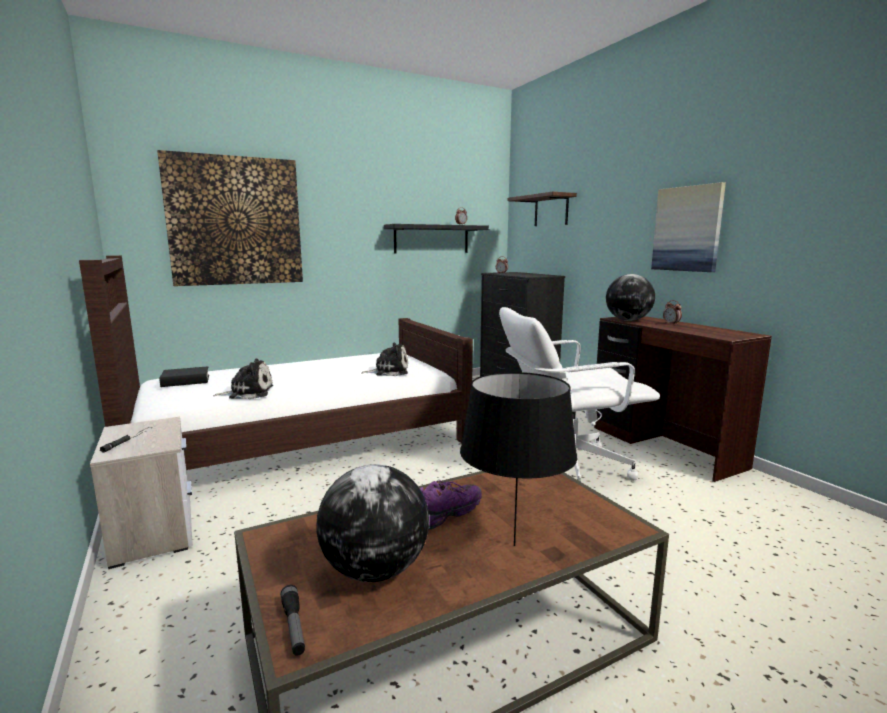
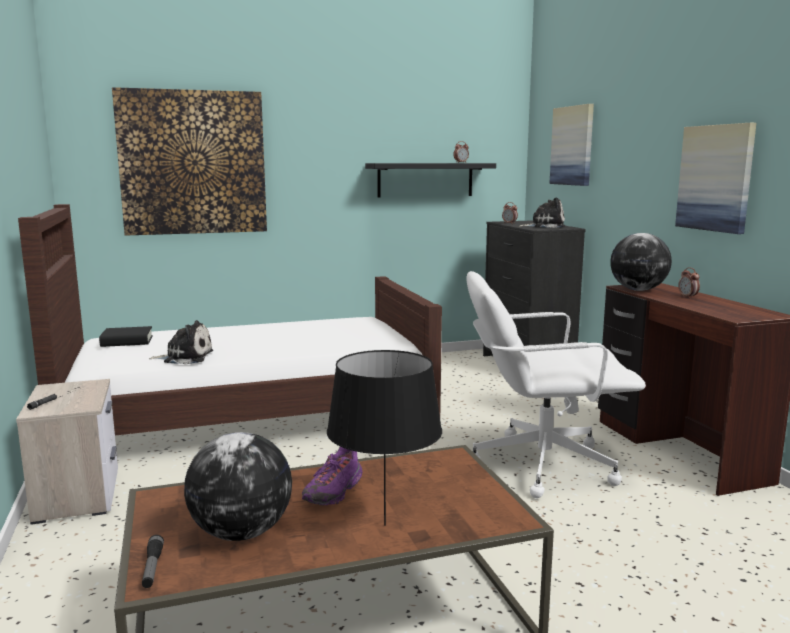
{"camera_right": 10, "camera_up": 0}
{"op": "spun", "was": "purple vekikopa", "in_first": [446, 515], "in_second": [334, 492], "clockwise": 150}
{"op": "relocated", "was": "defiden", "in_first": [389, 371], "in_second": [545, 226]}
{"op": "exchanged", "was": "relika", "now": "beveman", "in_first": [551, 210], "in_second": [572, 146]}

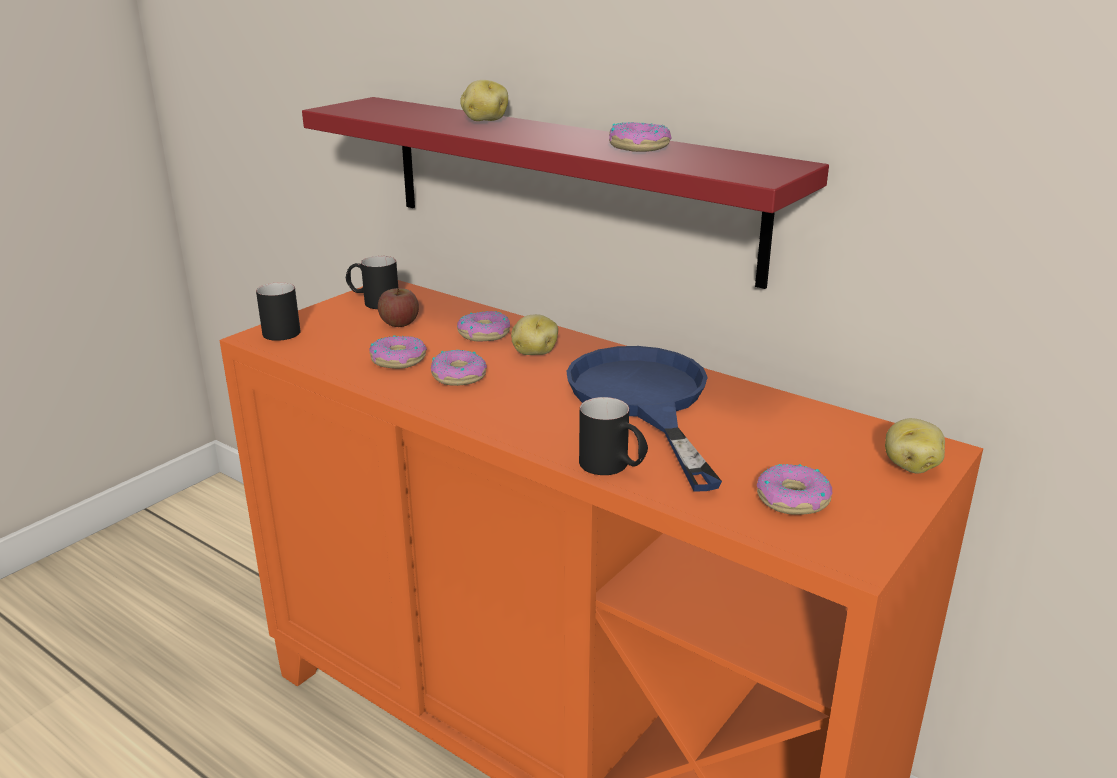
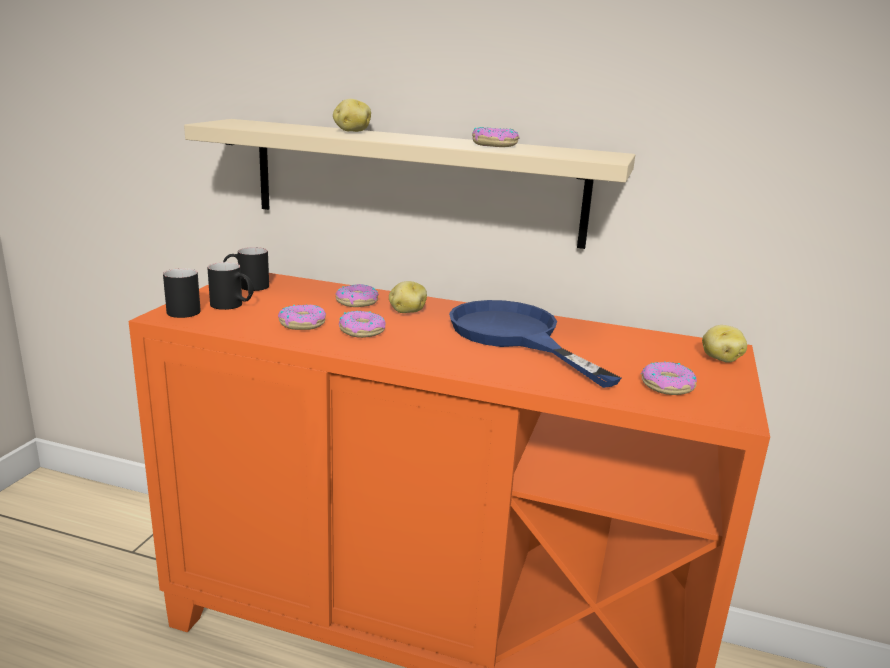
{"camera_right": -20, "camera_up": -5}
{"op": "colour", "was": "red relika", "now": "beige relika", "in_first": [566, 185], "in_second": [415, 182]}
{"op": "relocated", "was": "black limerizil", "in_first": [613, 468], "in_second": [233, 306]}
{"op": "missing", "was": "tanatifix", "in_first": [399, 323]}

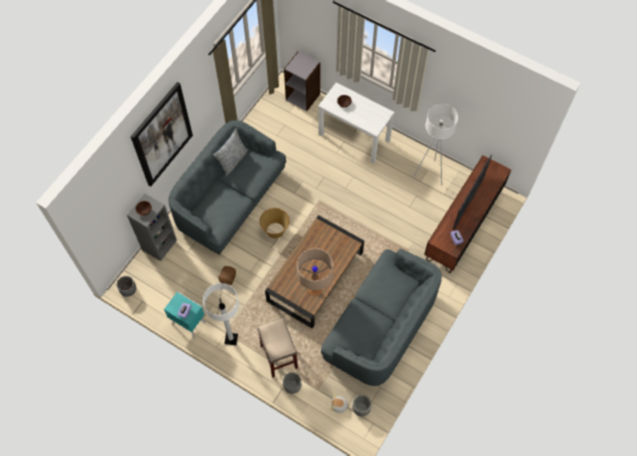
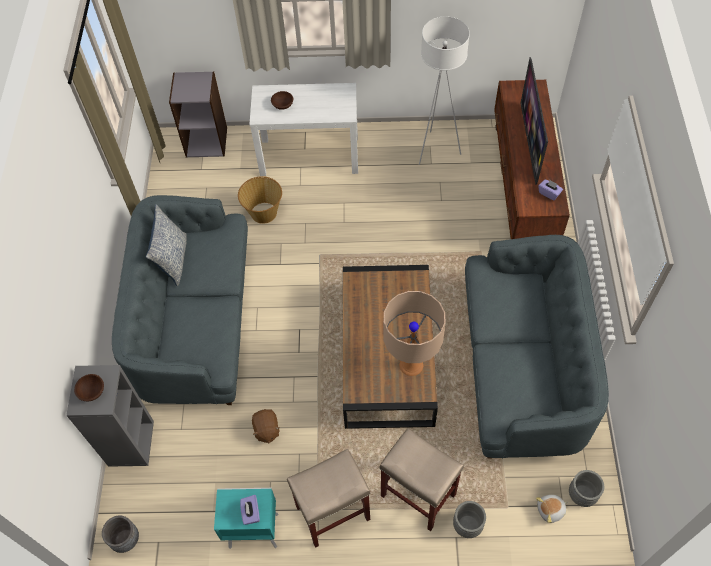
{"camera_right": -30, "camera_up": -5}
{"op": "relocated", "was": "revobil", "in_first": [275, 230], "in_second": [263, 212]}
{"op": "exchanged", "was": "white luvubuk", "now": "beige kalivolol", "in_first": [231, 339], "in_second": [332, 513]}
{"op": "missing", "was": "beveman", "in_first": [162, 135]}

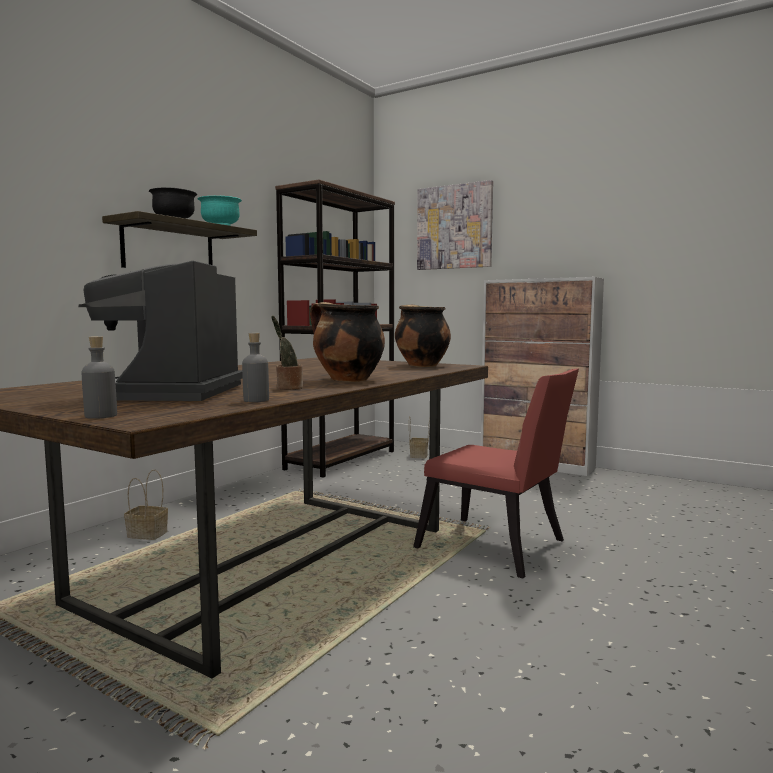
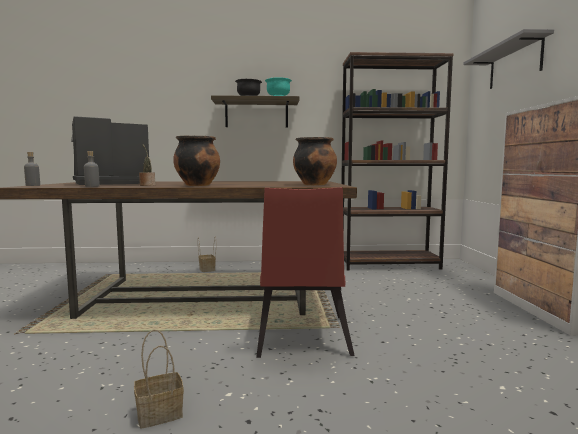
{"camera_right": 55, "camera_up": 0}
{"op": "relocated", "was": "revobil", "in_first": [419, 456], "in_second": [158, 415]}
{"op": "exchanged", "was": "beveman", "now": "grey relika", "in_first": [454, 227], "in_second": [515, 64]}

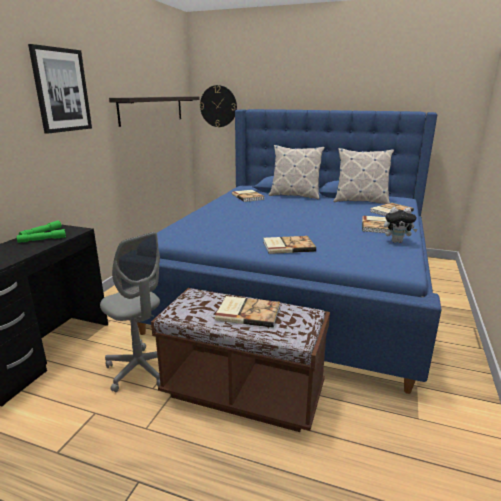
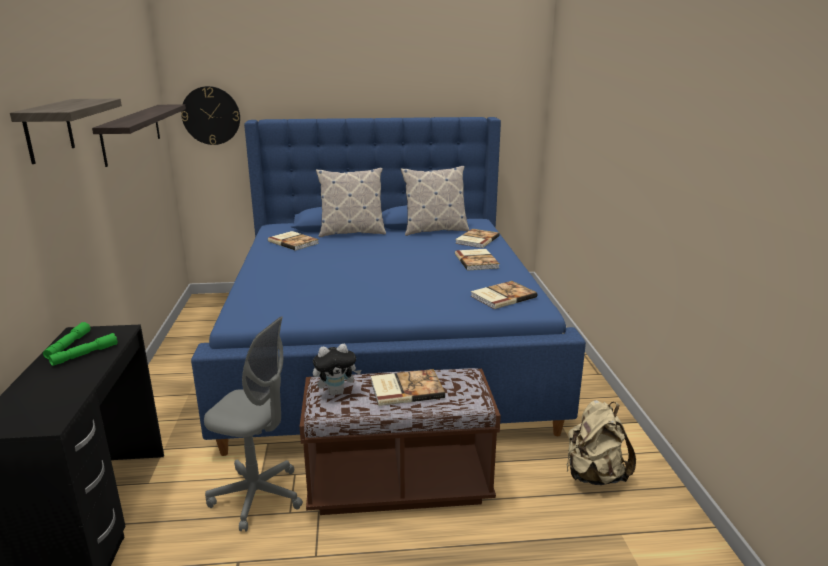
{"camera_right": -25, "camera_up": 0}
{"op": "exchanged", "was": "beveman", "now": "relika", "in_first": [61, 90], "in_second": [48, 130]}
{"op": "relocated", "was": "defiden", "in_first": [397, 241], "in_second": [336, 392]}
{"op": "relocated", "was": "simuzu", "in_first": [288, 246], "in_second": [502, 296]}
{"op": "appeared", "now": "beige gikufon", "in_second": [594, 475]}

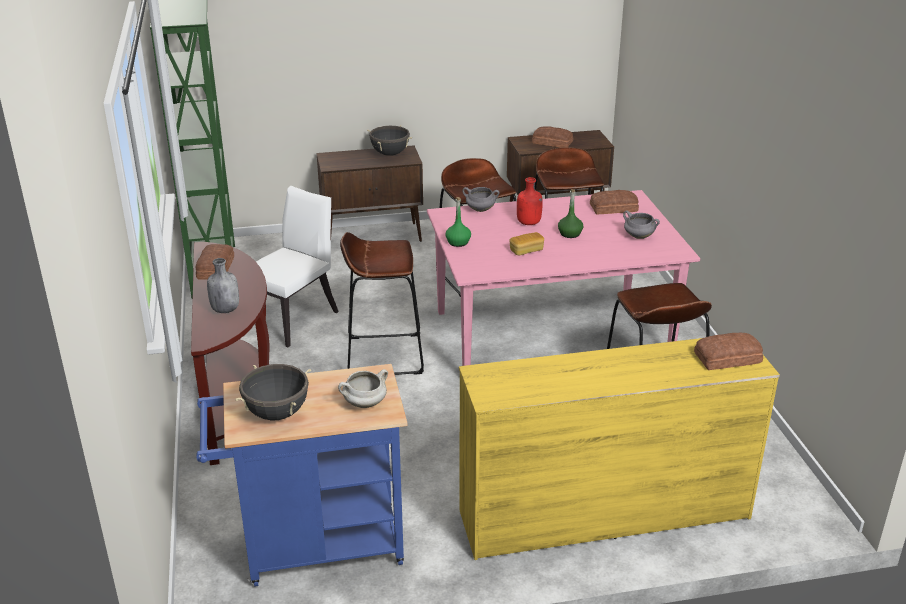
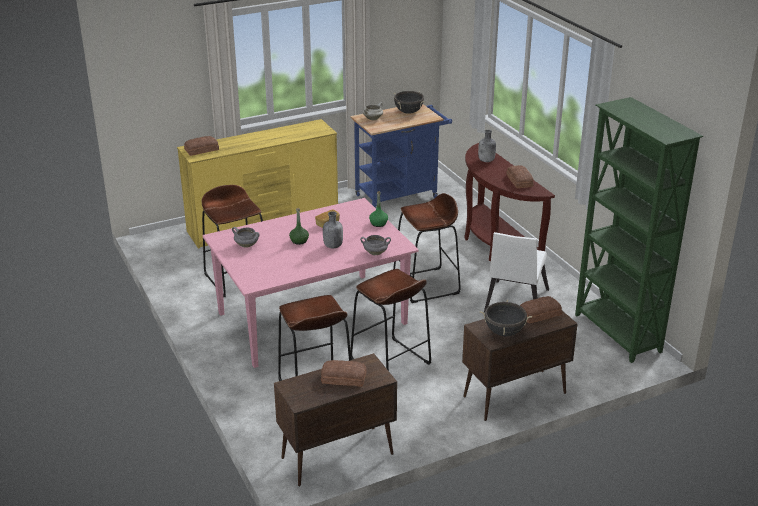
{"camera_right": 165, "camera_up": 0}
{"op": "colour", "was": "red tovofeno", "now": "grey tovofeno", "in_first": [529, 223], "in_second": [332, 246]}
{"op": "relocated", "was": "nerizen", "in_first": [614, 208], "in_second": [539, 314]}

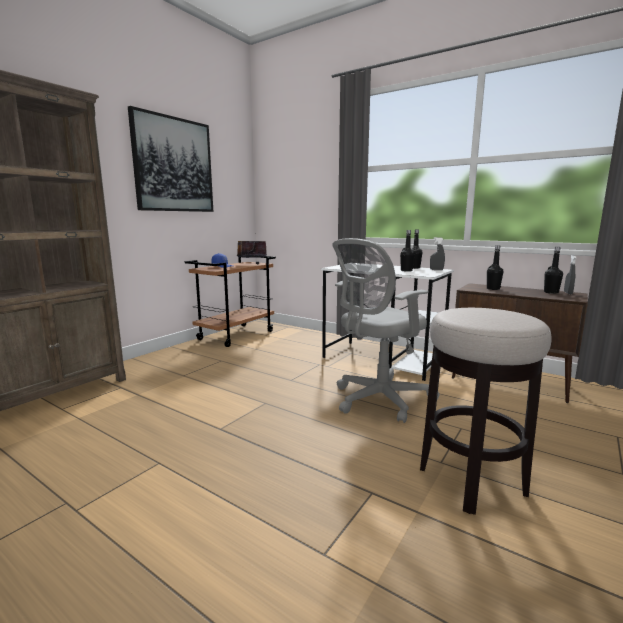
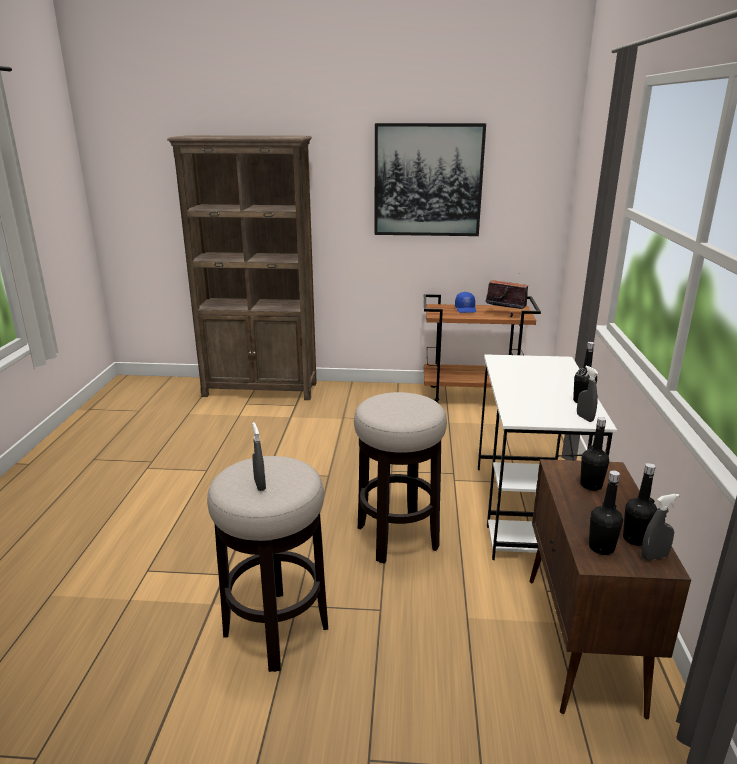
{"camera_right": 60, "camera_up": 10}
{"op": "appeared", "now": "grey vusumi", "in_second": [260, 485]}
{"op": "exchanged", "was": "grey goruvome", "now": "kalivolol", "in_first": [378, 400], "in_second": [397, 537]}
{"op": "relocated", "was": "black tovofeno", "in_first": [406, 270], "in_second": [601, 548]}

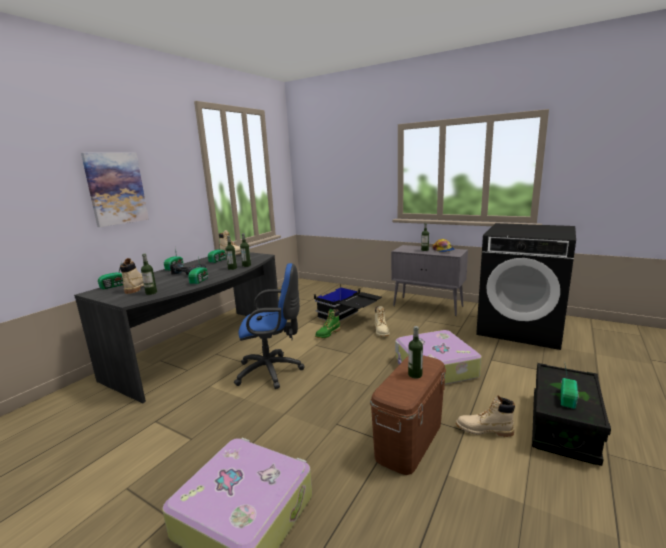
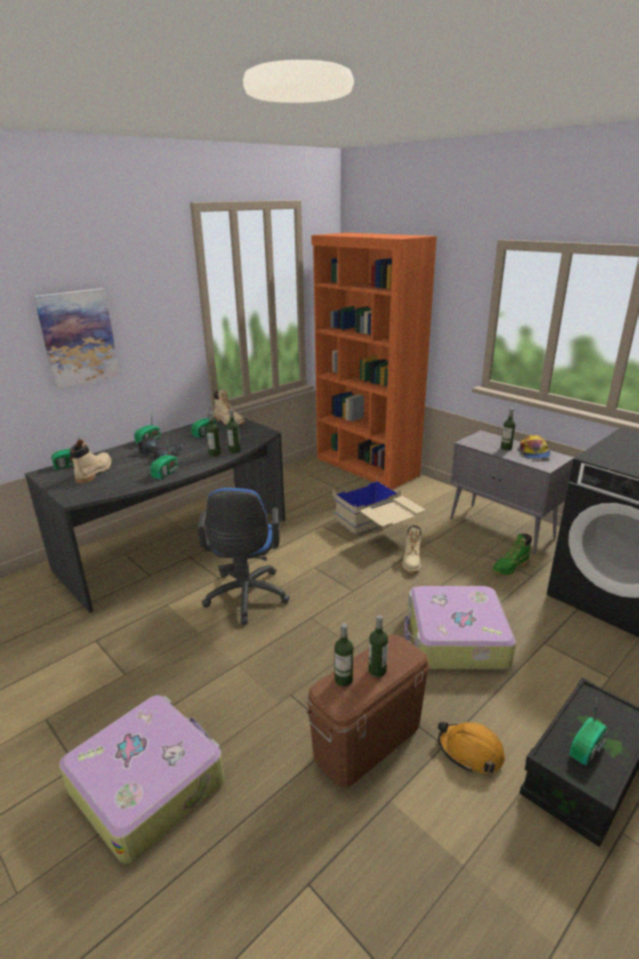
{"camera_right": 15, "camera_up": 10}
{"op": "spun", "was": "blue goruvome", "in_first": [273, 371], "in_second": [246, 599], "clockwise": 75}
{"op": "appeared", "now": "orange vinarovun", "in_second": [366, 467]}
{"op": "colour", "was": "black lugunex", "now": "beige lugunex", "in_first": [348, 318], "in_second": [377, 529]}
{"op": "relocated", "was": "tovofeno", "in_first": [151, 293], "in_second": [343, 679]}
{"op": "exchanged", "was": "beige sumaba", "now": "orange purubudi", "in_first": [484, 430], "in_second": [470, 751]}
{"op": "relocated", "was": "green sumaba", "in_first": [328, 334], "in_second": [510, 567]}

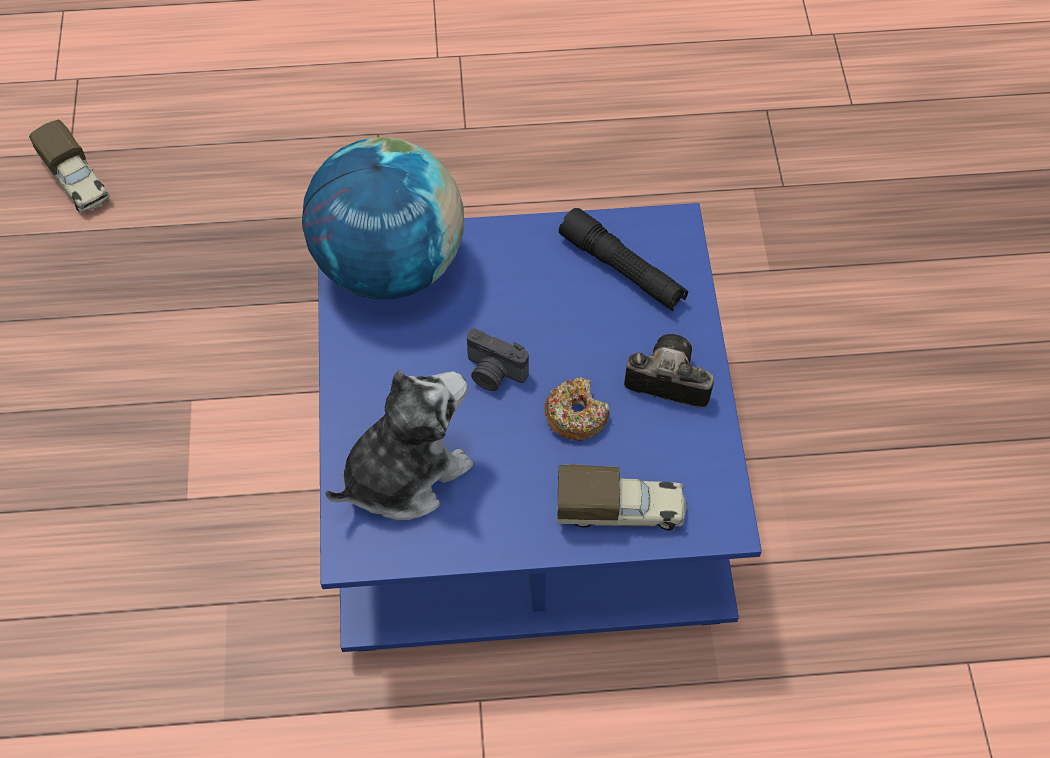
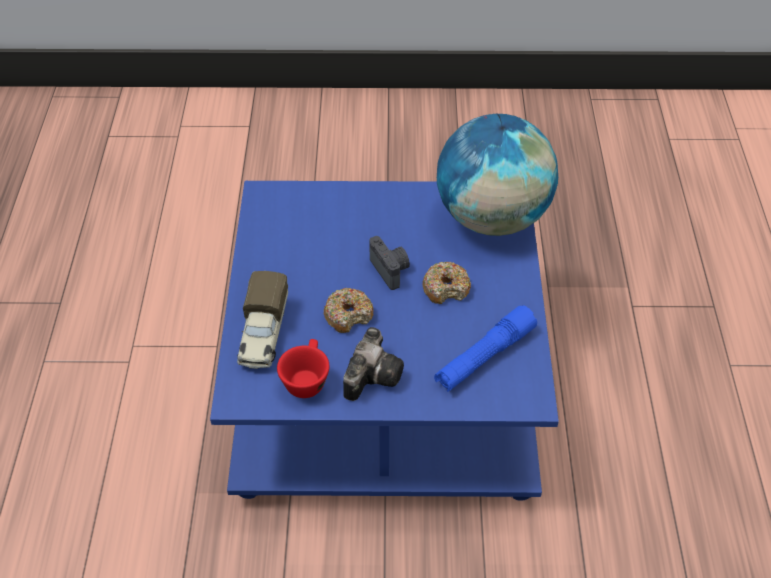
{"camera_right": 95, "camera_up": -10}
{"op": "appeared", "now": "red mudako", "in_second": [306, 378]}
{"op": "spun", "was": "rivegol", "in_first": [493, 373], "in_second": [391, 270], "clockwise": 120}
{"op": "appeared", "now": "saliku", "in_second": [446, 288]}
{"op": "colour", "was": "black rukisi", "now": "blue rukisi", "in_first": [622, 269], "in_second": [484, 357]}
{"op": "missing", "was": "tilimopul", "in_first": [77, 181]}
{"op": "missing", "was": "defiden", "in_first": [404, 472]}

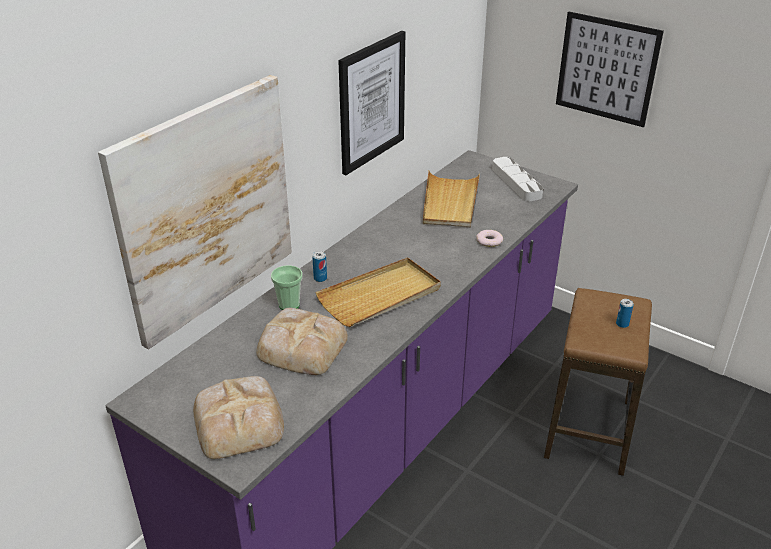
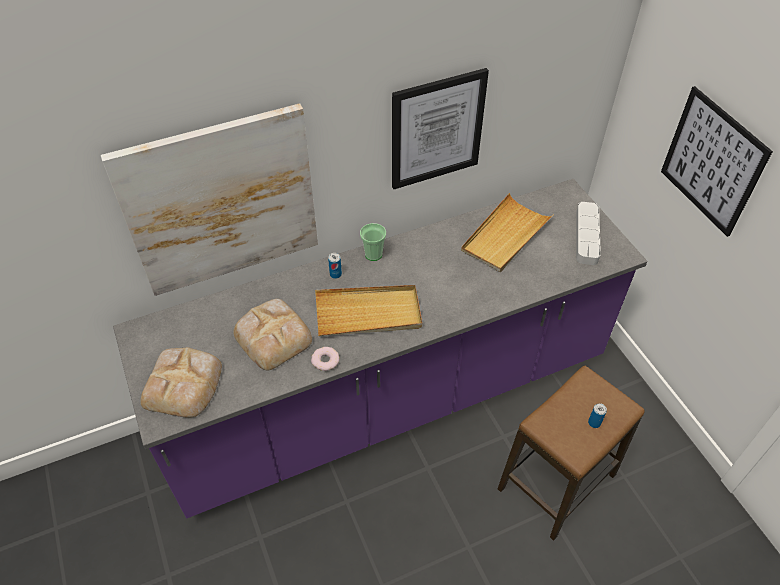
{"camera_right": 30, "camera_up": 15}
{"op": "relocated", "was": "saliku", "in_first": [489, 241], "in_second": [325, 361]}
{"op": "relocated", "was": "mudako", "in_first": [289, 305], "in_second": [373, 254]}

